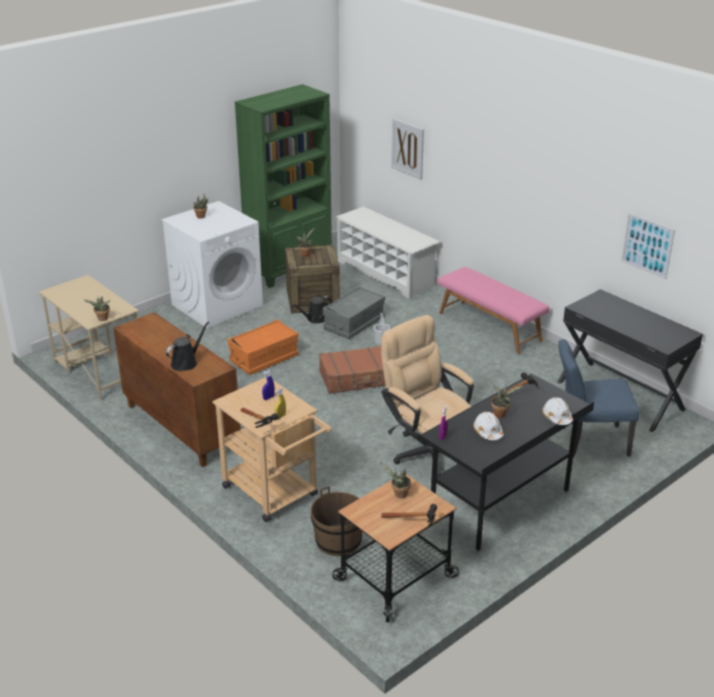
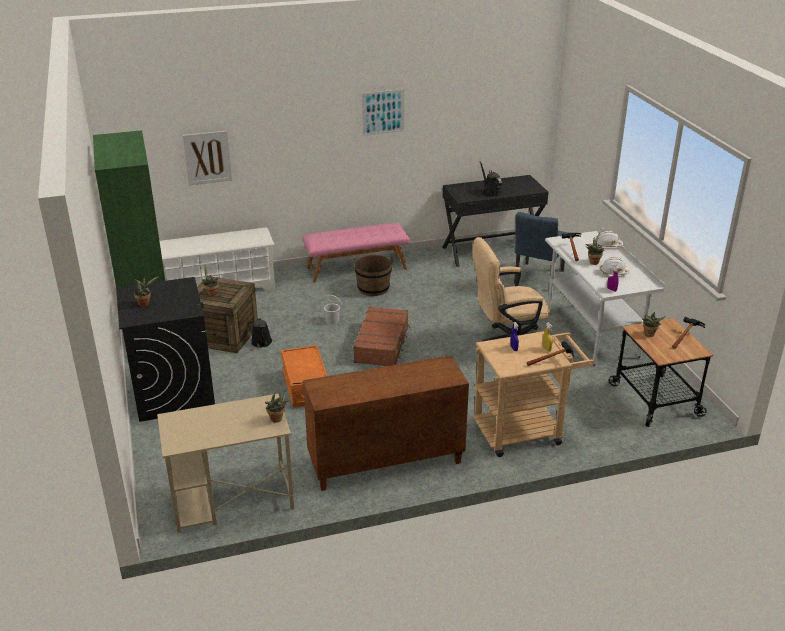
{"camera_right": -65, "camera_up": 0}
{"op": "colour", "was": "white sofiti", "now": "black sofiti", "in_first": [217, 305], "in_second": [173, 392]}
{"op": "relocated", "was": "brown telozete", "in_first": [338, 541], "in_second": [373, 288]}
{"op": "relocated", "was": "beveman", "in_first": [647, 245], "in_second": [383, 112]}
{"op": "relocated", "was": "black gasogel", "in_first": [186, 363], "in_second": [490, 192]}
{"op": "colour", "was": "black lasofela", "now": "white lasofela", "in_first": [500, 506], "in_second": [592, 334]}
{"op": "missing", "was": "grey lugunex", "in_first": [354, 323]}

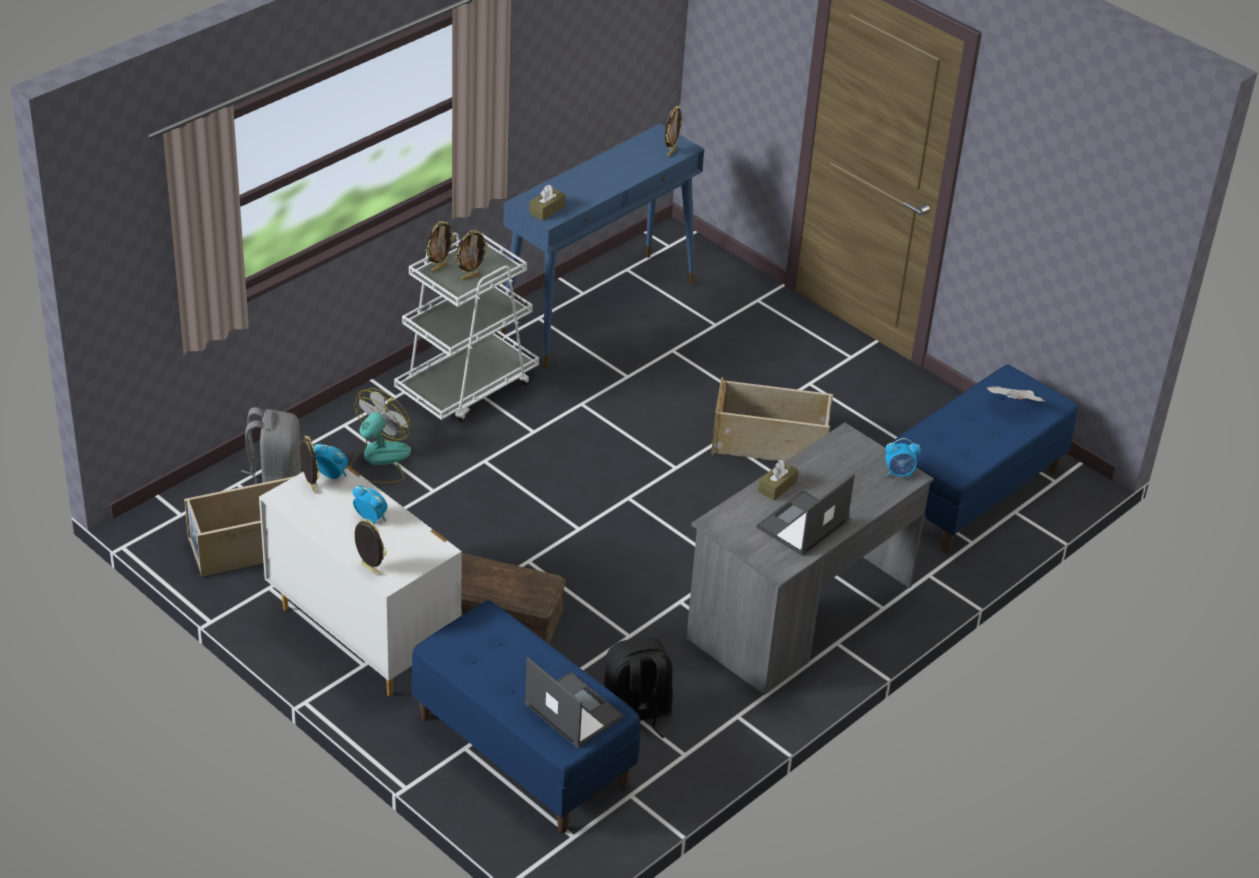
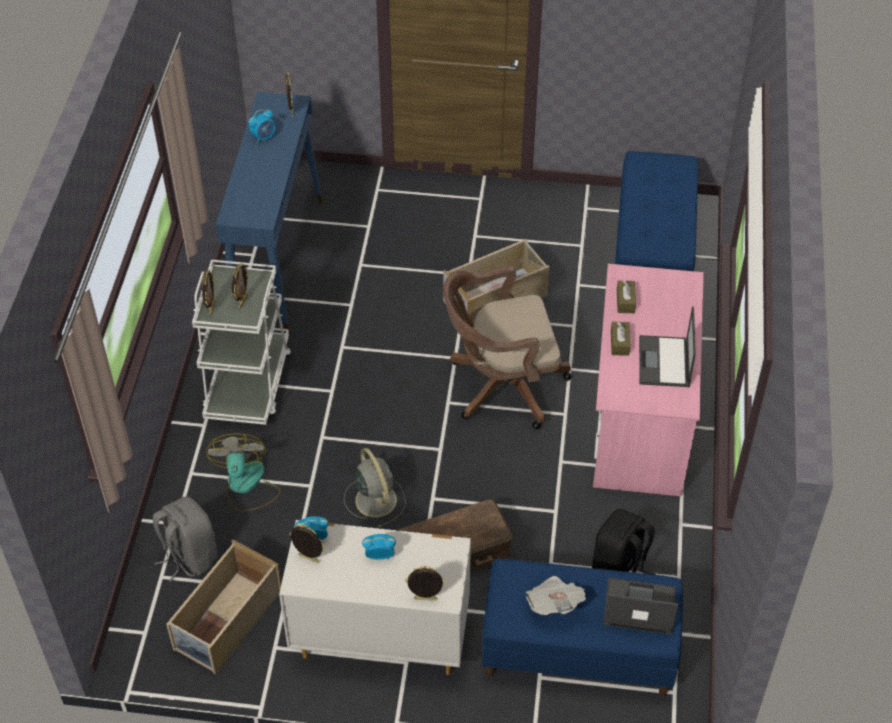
{"camera_right": -35, "camera_up": 10}
{"op": "relocated", "was": "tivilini", "in_first": [899, 473], "in_second": [264, 137]}
{"op": "appeared", "now": "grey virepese", "in_second": [375, 499]}
{"op": "appeared", "now": "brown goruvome", "in_second": [501, 386]}
{"op": "relocated", "was": "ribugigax", "in_first": [1014, 406], "in_second": [554, 604]}
{"op": "colour", "was": "grey lasofela", "now": "pink lasofela", "in_first": [799, 612], "in_second": [640, 418]}
{"op": "relocated", "was": "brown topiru", "in_first": [547, 210], "in_second": [625, 301]}

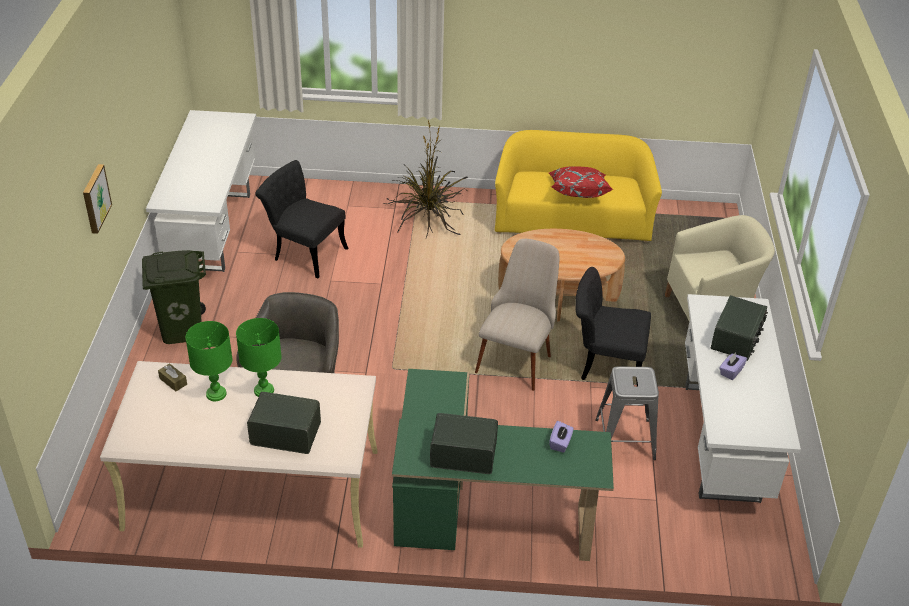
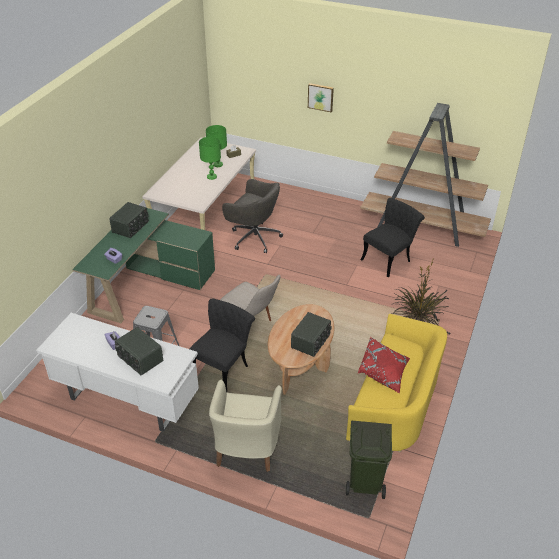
{"camera_right": 110, "camera_up": 0}
{"op": "relocated", "was": "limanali", "in_first": [286, 433], "in_second": [311, 341]}
{"op": "relocated", "was": "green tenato", "in_first": [182, 329], "in_second": [366, 481]}
{"op": "exchanged", "was": "white lasofela", "now": "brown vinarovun", "in_first": [212, 230], "in_second": [423, 227]}

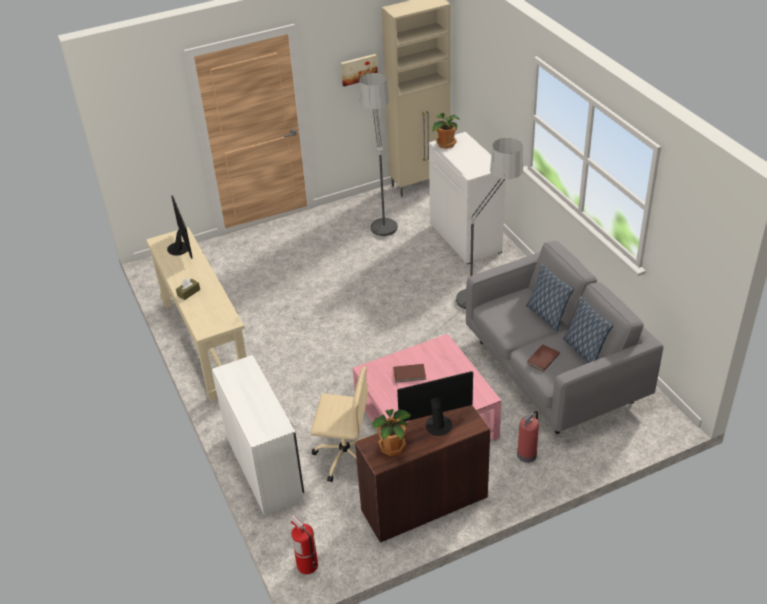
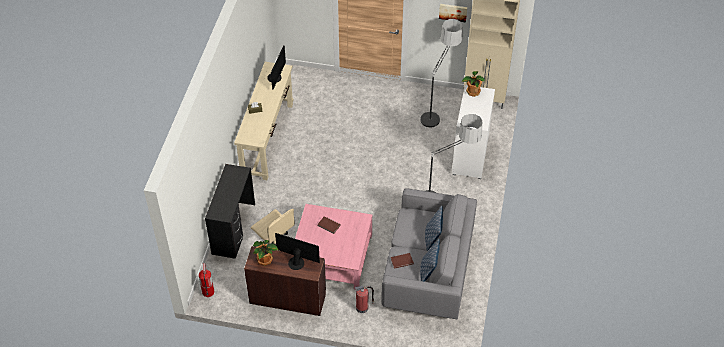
{"camera_right": 35, "camera_up": 10}
{"op": "colour", "was": "white lasofela", "now": "black lasofela", "in_first": [265, 466], "in_second": [234, 229]}

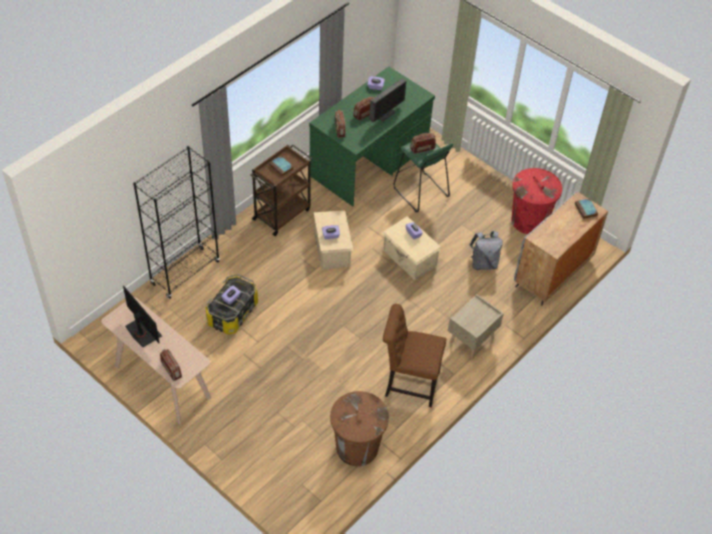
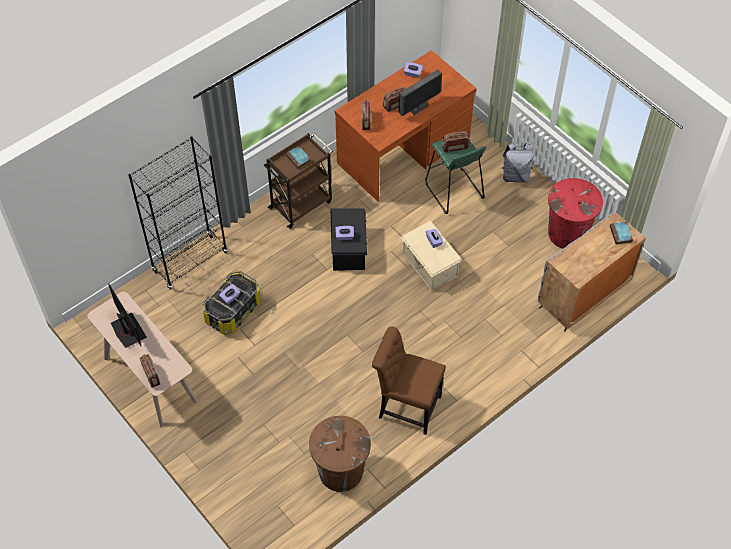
{"camera_right": 10, "camera_up": 5}
{"op": "colour", "was": "beige lugunex", "now": "black lugunex", "in_first": [332, 249], "in_second": [349, 248]}
{"op": "colour", "was": "green lasofela", "now": "brown lasofela", "in_first": [370, 162], "in_second": [404, 152]}
{"op": "relocated", "was": "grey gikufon", "in_first": [483, 263], "in_second": [515, 176]}
{"op": "missing", "was": "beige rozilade", "in_first": [471, 341]}

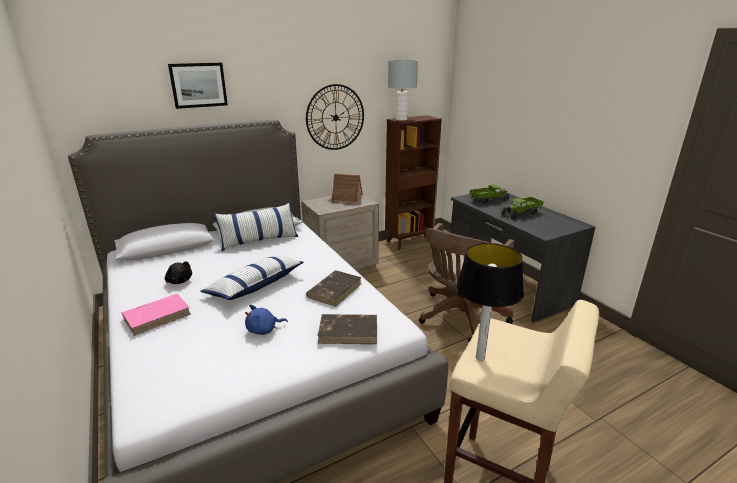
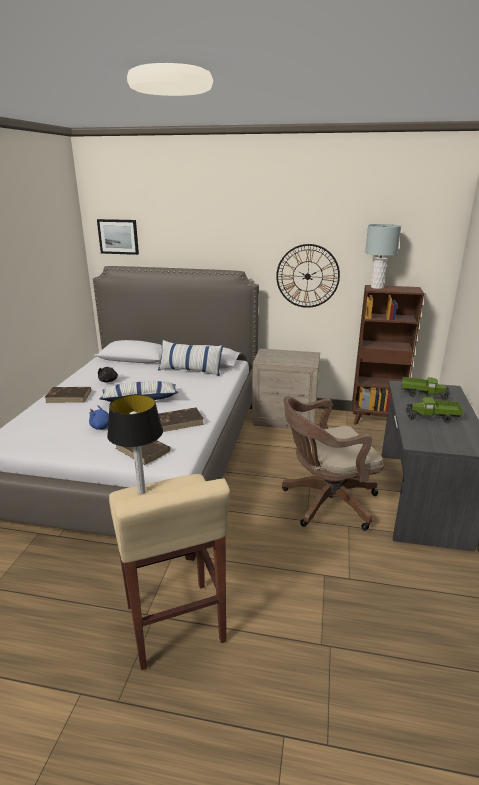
{"camera_right": 40, "camera_up": 0}
{"op": "colour", "was": "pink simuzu", "now": "brown simuzu", "in_first": [157, 316], "in_second": [69, 396]}
{"op": "relocated", "was": "beveman", "in_first": [198, 85], "in_second": [118, 236]}
{"op": "missing", "was": "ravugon", "in_first": [345, 199]}

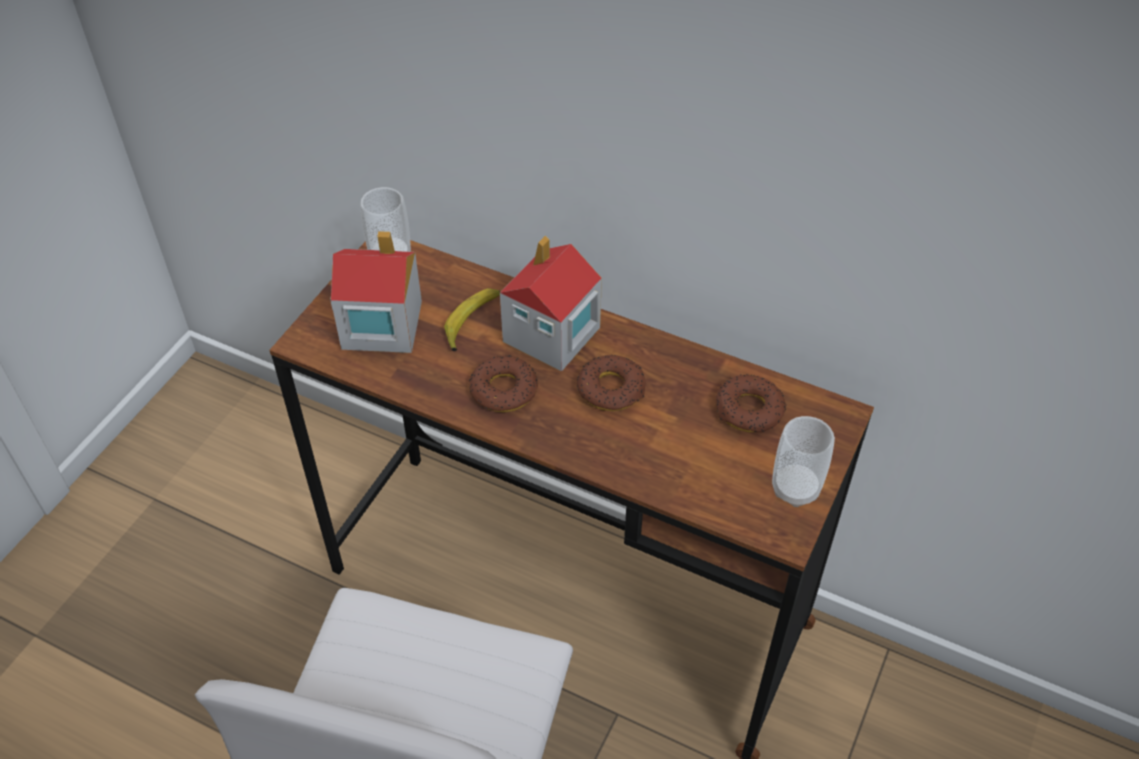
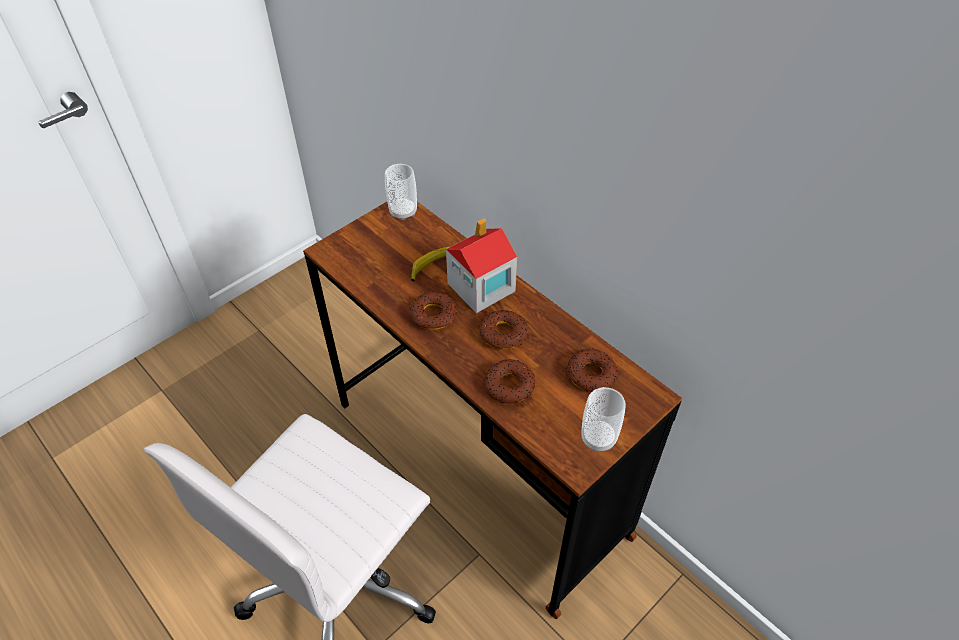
{"camera_right": 20, "camera_up": 0}
{"op": "appeared", "now": "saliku", "in_second": [509, 385]}
{"op": "missing", "was": "ravugon", "in_first": [380, 325]}

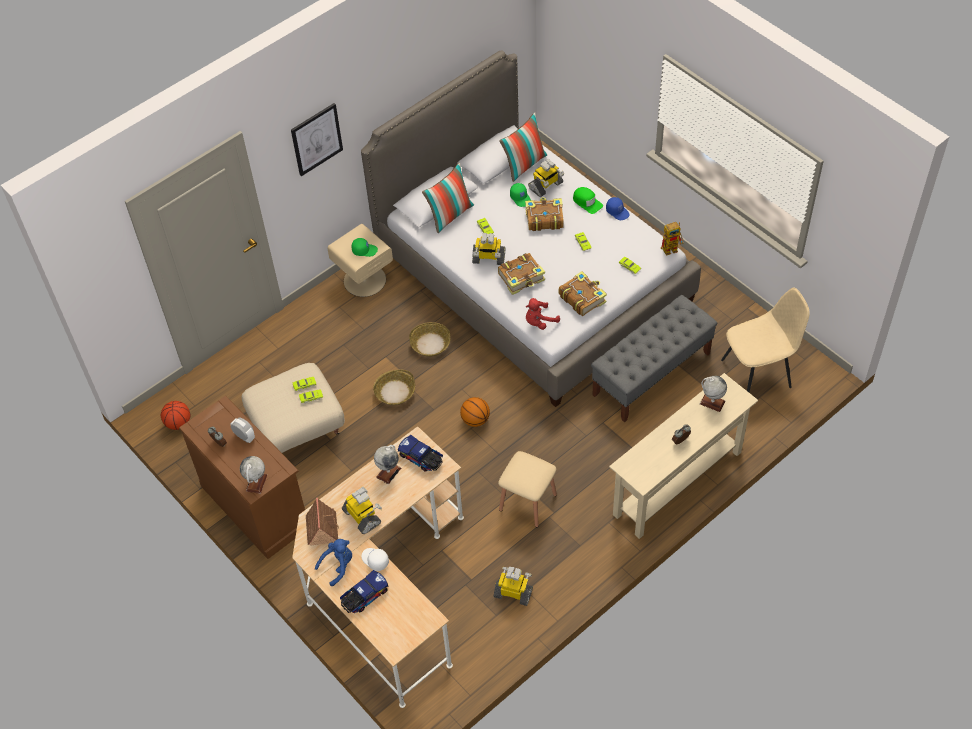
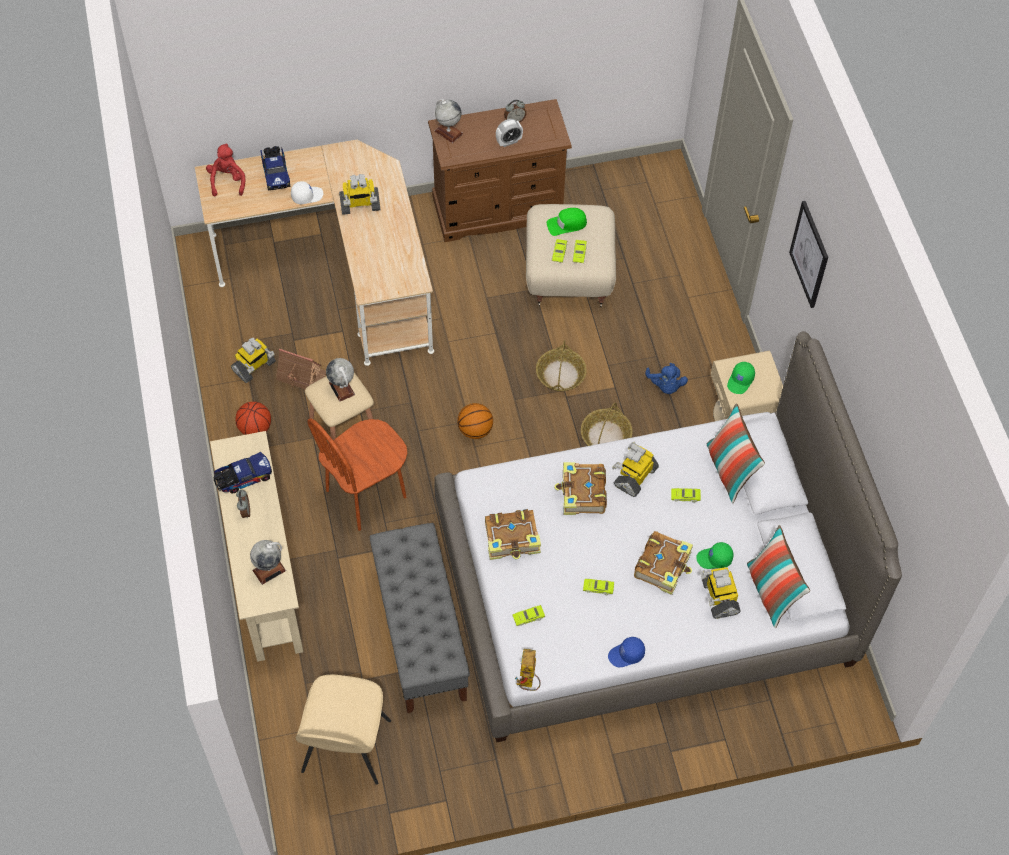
{"camera_right": 115, "camera_up": 5}
{"op": "relocated", "was": "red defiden", "in_first": [539, 322], "in_second": [227, 181]}
{"op": "relocated", "was": "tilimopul", "in_first": [421, 458], "in_second": [243, 478]}
{"op": "relocated", "was": "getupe", "in_first": [178, 423], "in_second": [255, 428]}
{"op": "relocated", "was": "ravugon", "in_first": [322, 527], "in_second": [301, 375]}
{"op": "appeared", "now": "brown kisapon", "in_second": [366, 494]}
{"op": "relocated", "was": "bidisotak", "in_first": [388, 472], "in_second": [342, 388]}
{"op": "relocated", "was": "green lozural", "in_first": [587, 202], "in_second": [566, 224]}
{"op": "relocated", "was": "blue defiden", "in_first": [338, 566], "in_second": [665, 385]}

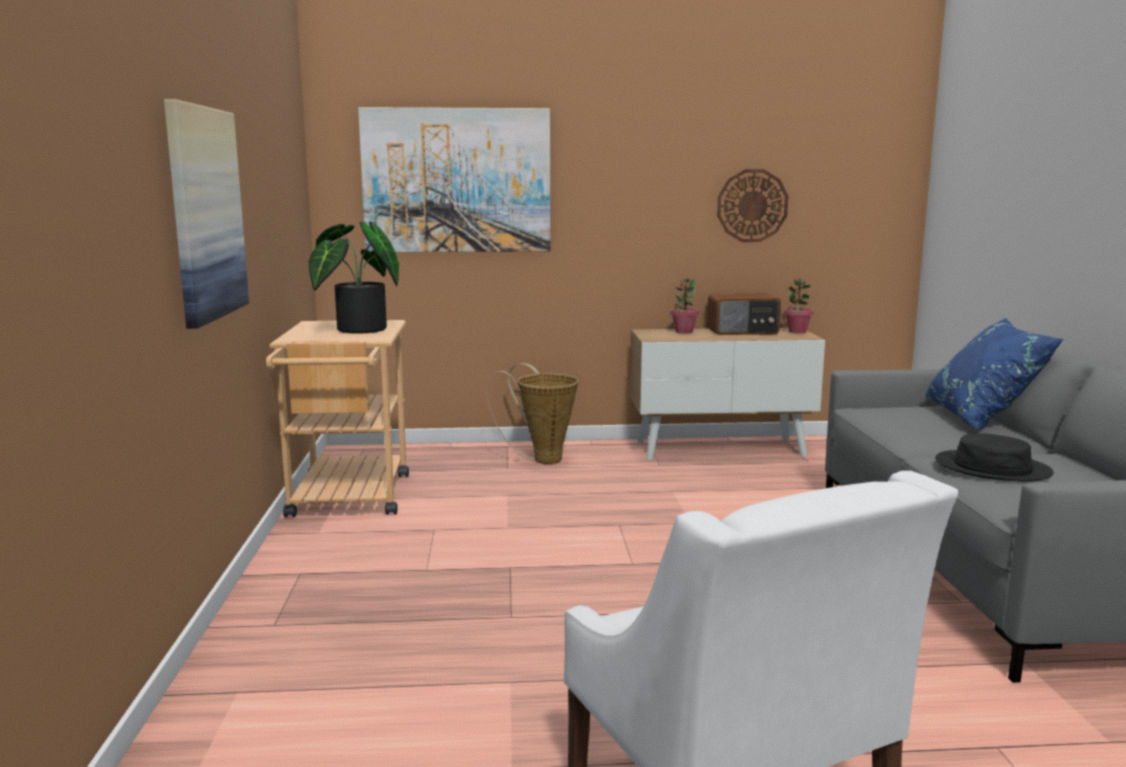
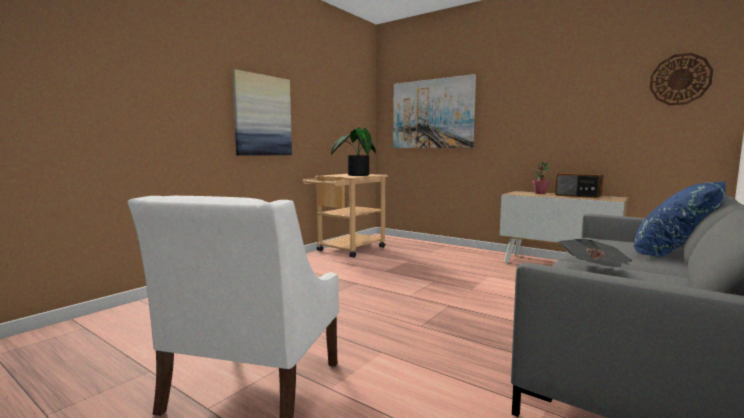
{"camera_right": 40, "camera_up": -5}
{"op": "exchanged", "was": "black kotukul", "now": "ribugigax", "in_first": [992, 468], "in_second": [594, 271]}
{"op": "relocated", "was": "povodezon", "in_first": [752, 205], "in_second": [680, 79]}
{"op": "missing", "was": "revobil", "in_first": [541, 459]}
{"op": "missing", "was": "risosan", "in_first": [797, 332]}

